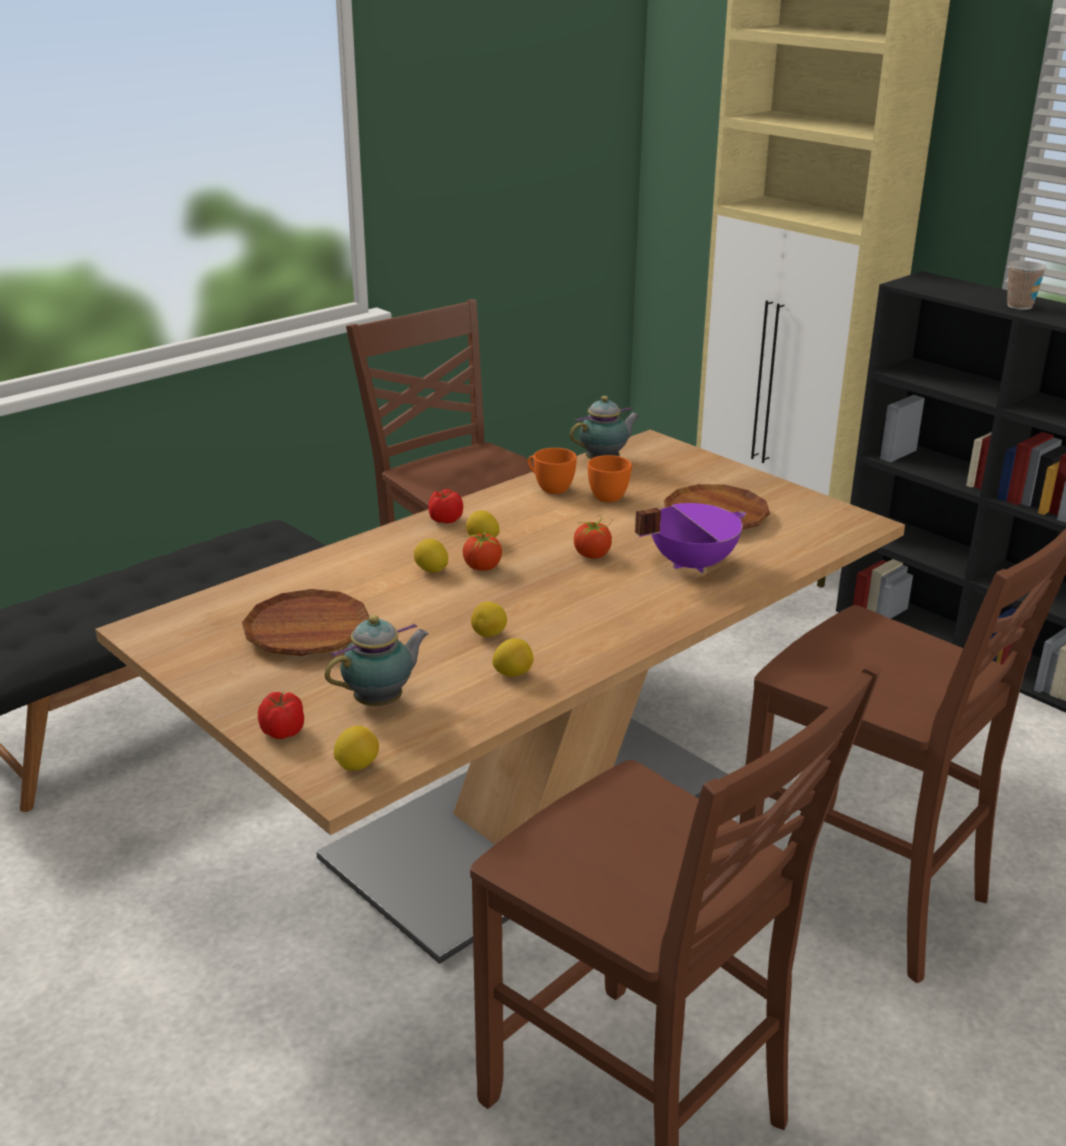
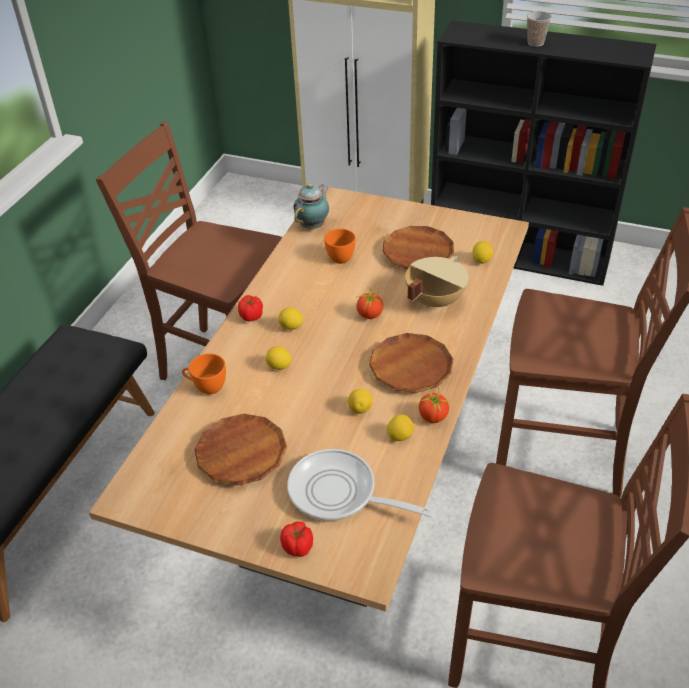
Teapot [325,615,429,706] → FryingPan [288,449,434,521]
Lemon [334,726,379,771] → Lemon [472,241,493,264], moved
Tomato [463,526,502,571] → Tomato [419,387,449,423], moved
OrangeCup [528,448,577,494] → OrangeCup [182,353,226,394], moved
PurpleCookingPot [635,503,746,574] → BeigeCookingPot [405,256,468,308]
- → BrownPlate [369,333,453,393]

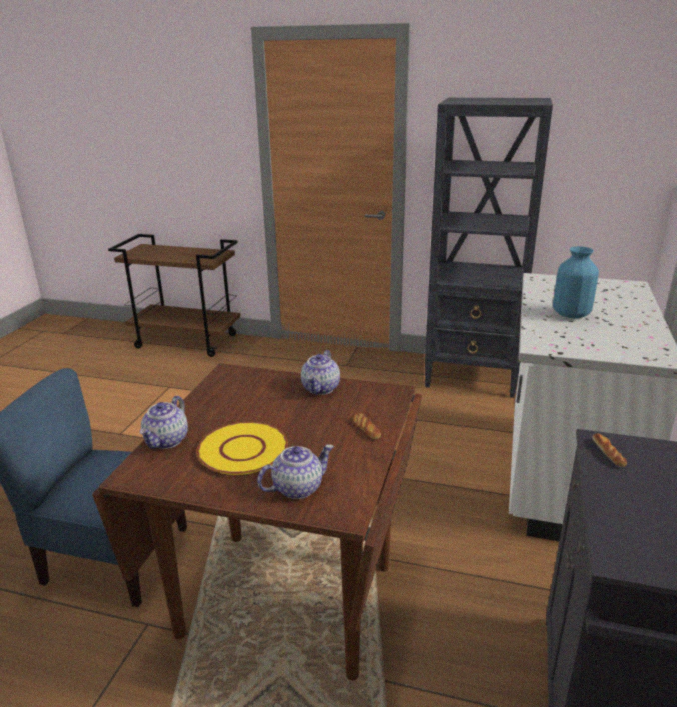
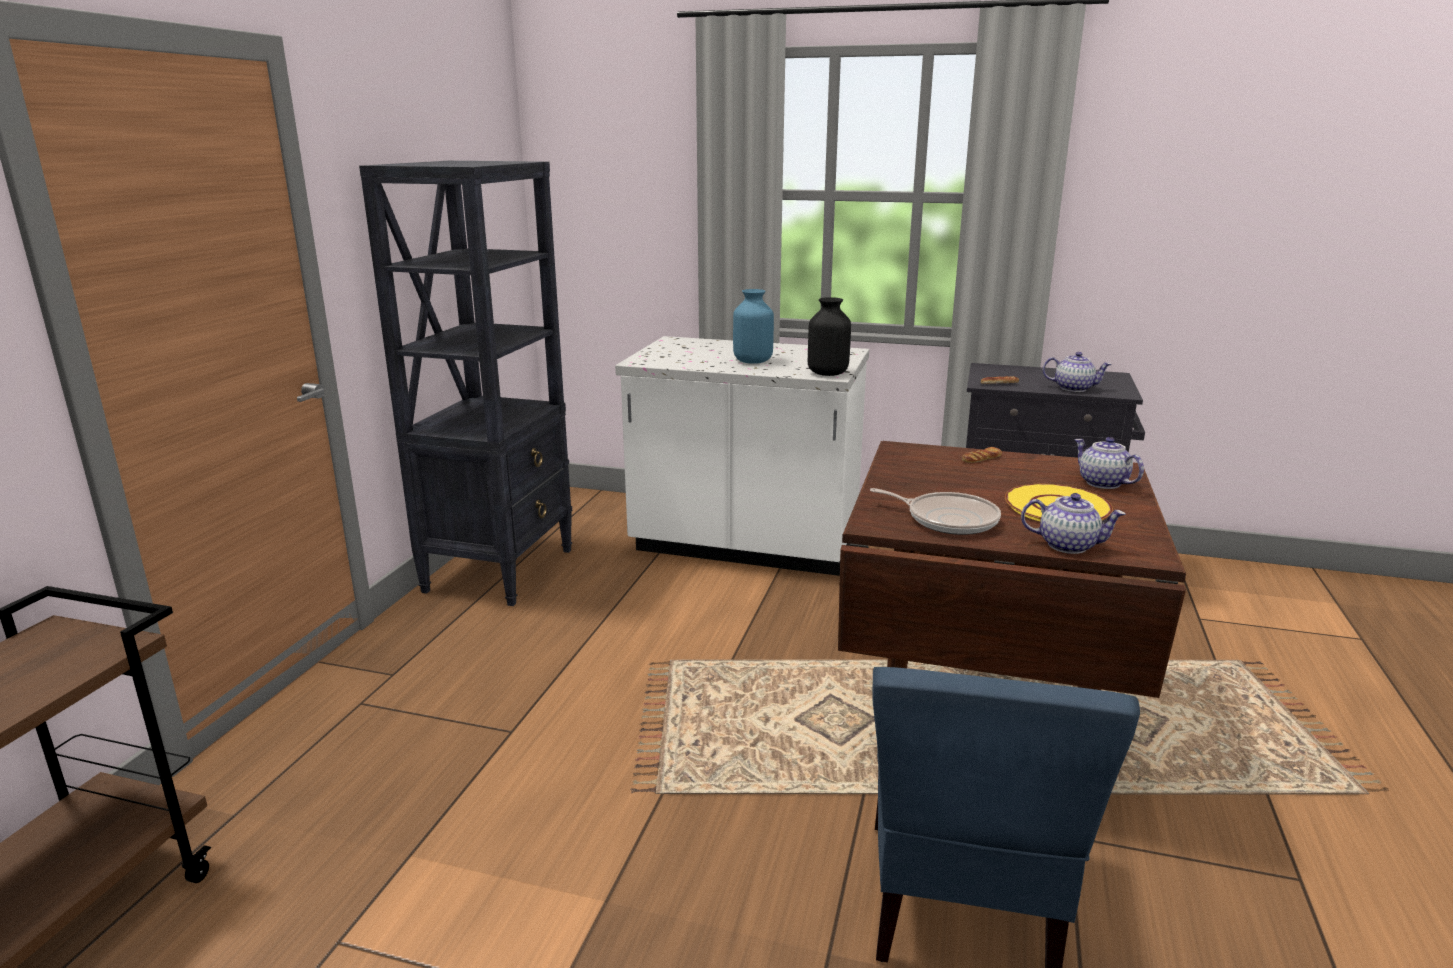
Teapot [301,350,340,395] → Teapot [1042,352,1112,392], moved
- → BlackVase [808,297,851,376]
- → FryingPan [870,488,1001,535]

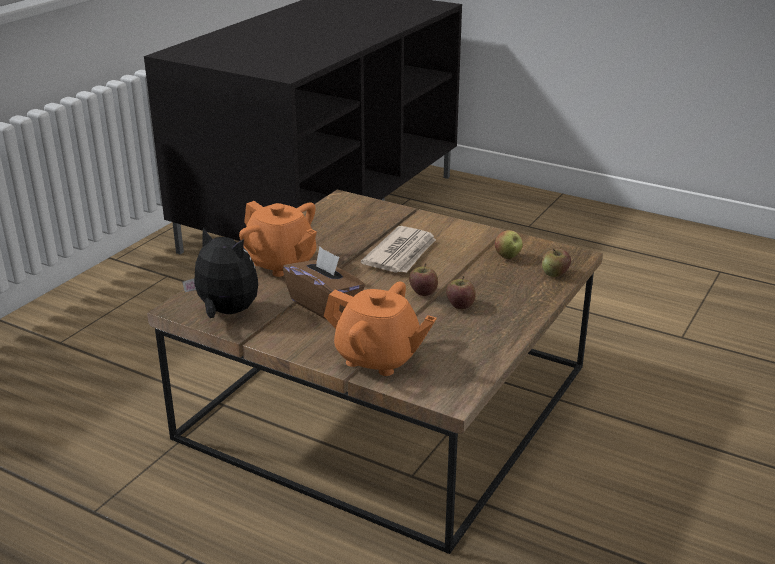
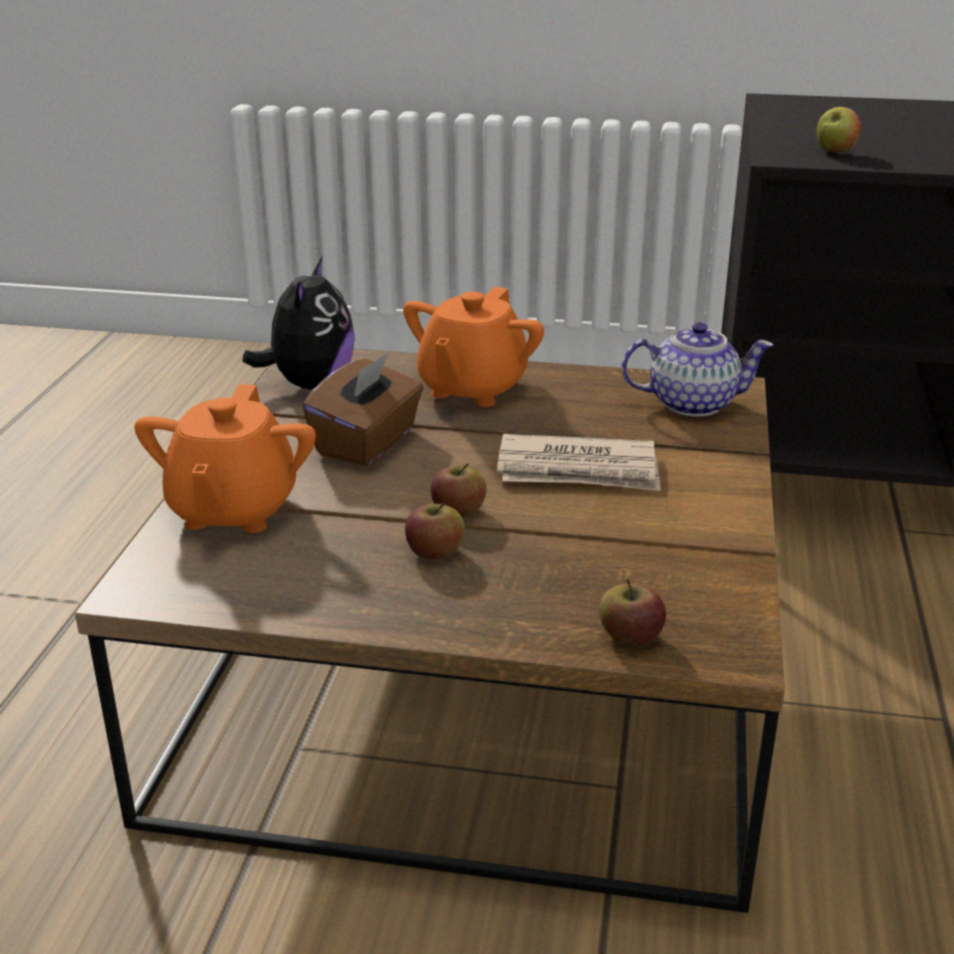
Apple [495,230,523,259] → Apple [817,107,861,152], moved
- → Teapot [622,322,774,417]

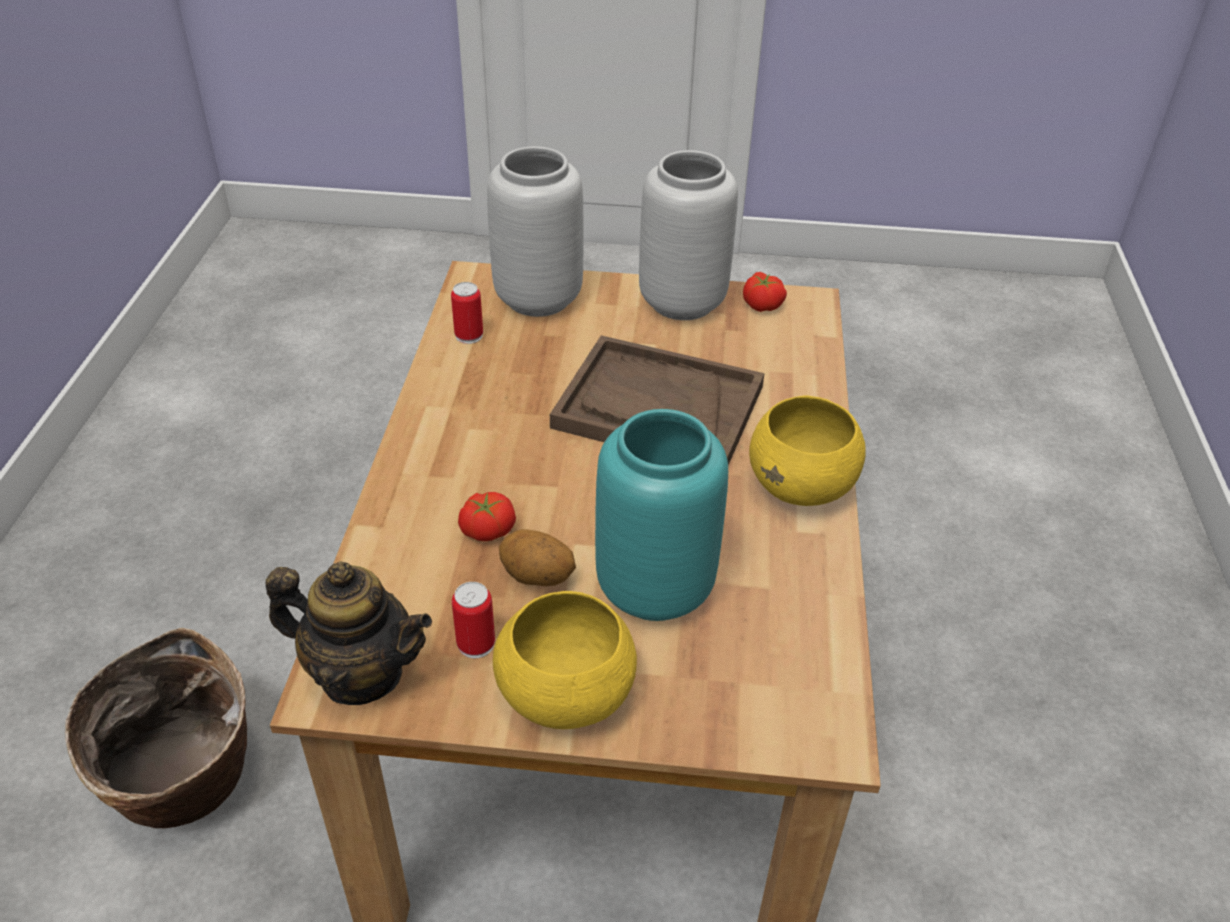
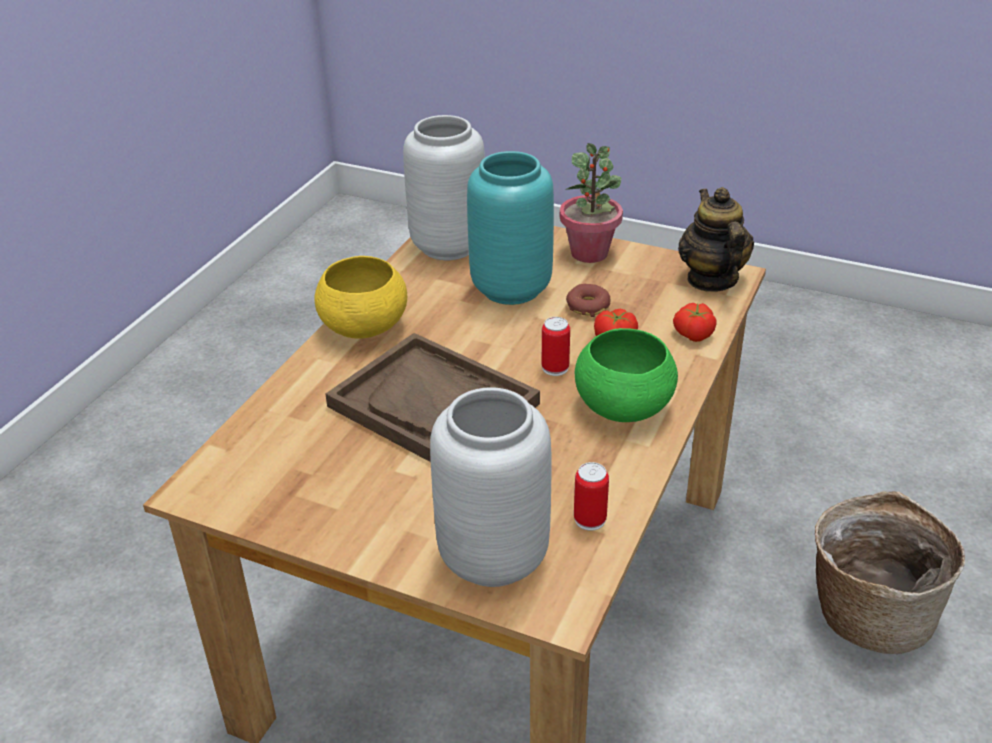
Teapot [266,561,432,705] → Teapot [678,187,754,292], 45 degrees clockwise
Can [452,582,495,658] → Can [542,317,570,376], moved
YellowBowl [493,591,637,729] → PottedPlant [560,143,623,263]
Potato [499,529,576,586] → Donut [566,284,610,317]
GreyVase [639,150,738,320] → GreyVase [403,115,485,260], moved
Tomato [743,272,787,312] → Tomato [673,303,717,342], moved
- → GreenBowl [575,328,678,422]

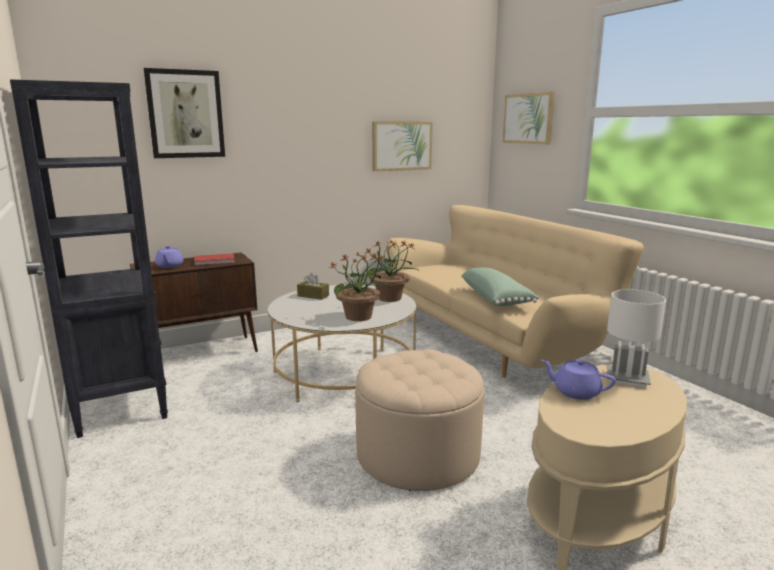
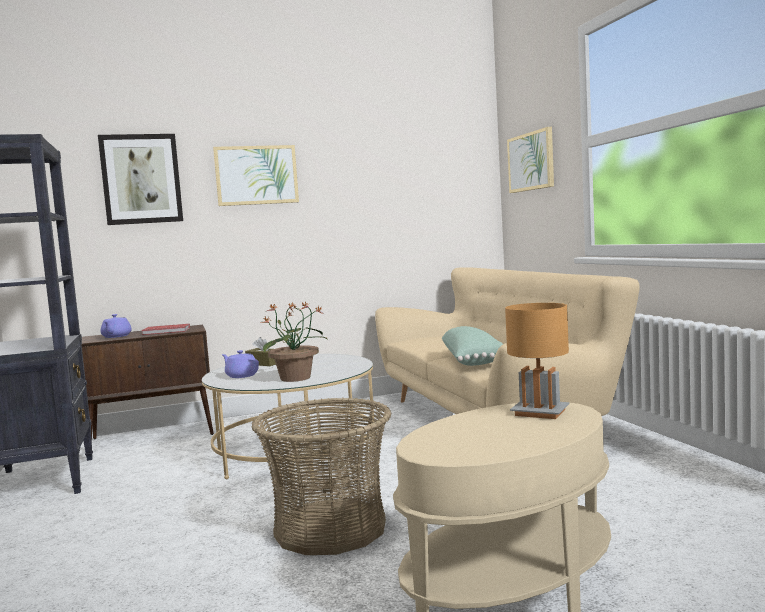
BeigeOttoman [355,349,484,491] → Basket [252,398,391,555]
PottedPlant [366,240,419,302] → -
Picture [372,121,433,172] → Picture [213,145,299,206], moved
PurpleTeapot [541,359,616,400] → PurpleTeapot [222,350,259,378], moved
WhiteTableLamp [607,289,666,388] → BrownTableLamp [505,303,570,419]

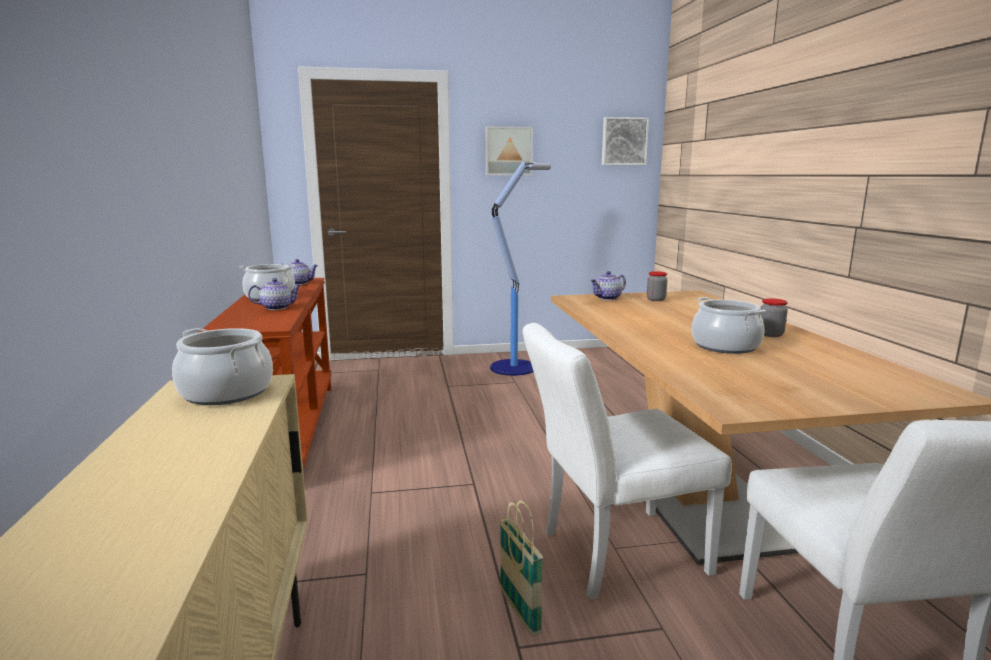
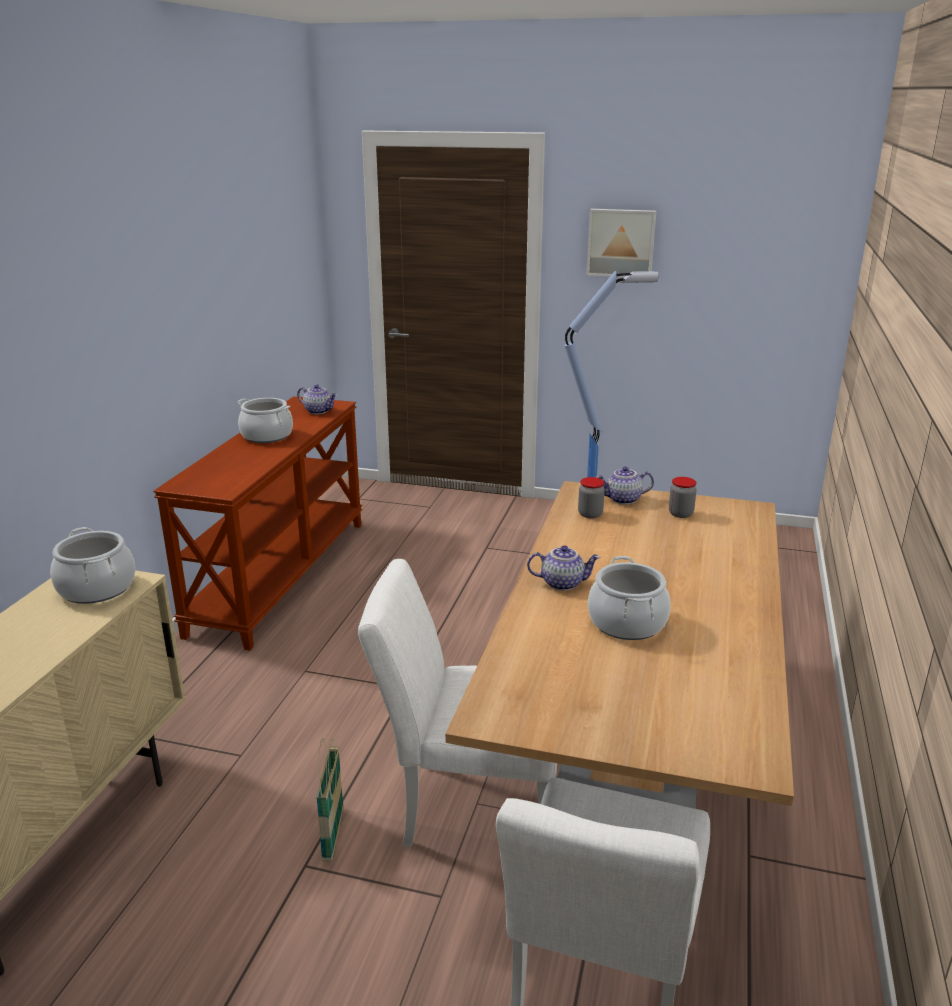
Teapot [248,278,302,310] → Teapot [527,545,601,591], moved
Picture [602,117,649,165] → -
Jar [760,298,788,337] → Jar [578,477,605,518], moved

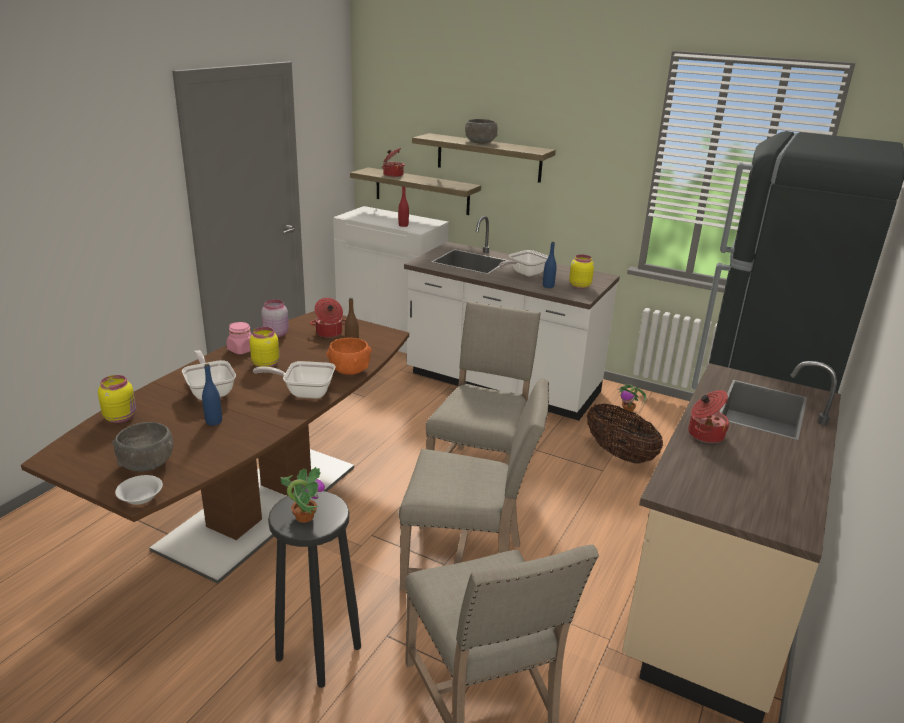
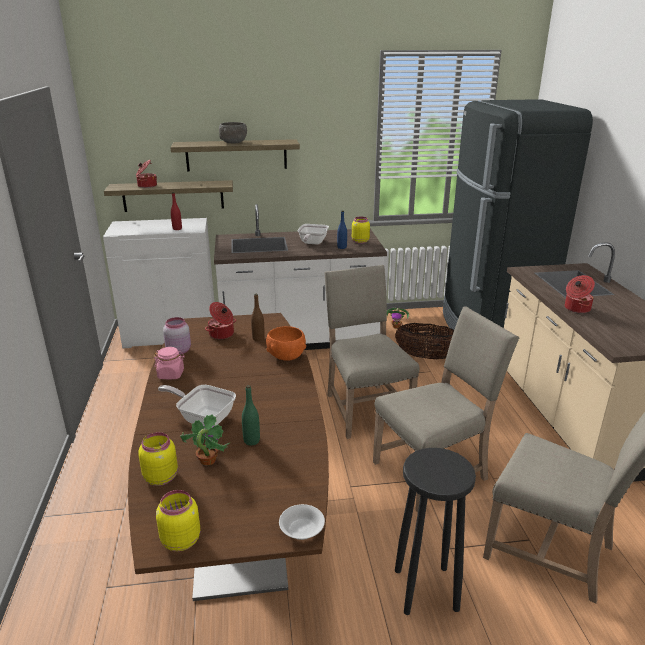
GreyBowl [112,422,173,471] → -
BlueBottle [202,364,222,426] → GreenBottle [242,385,260,445]
YellowJar [250,327,280,367] → YellowJar [156,490,200,552], moved
FryingPan [253,361,335,399] → -
PottedPlant [281,467,325,523] → PottedPlant [180,414,229,465], moved

